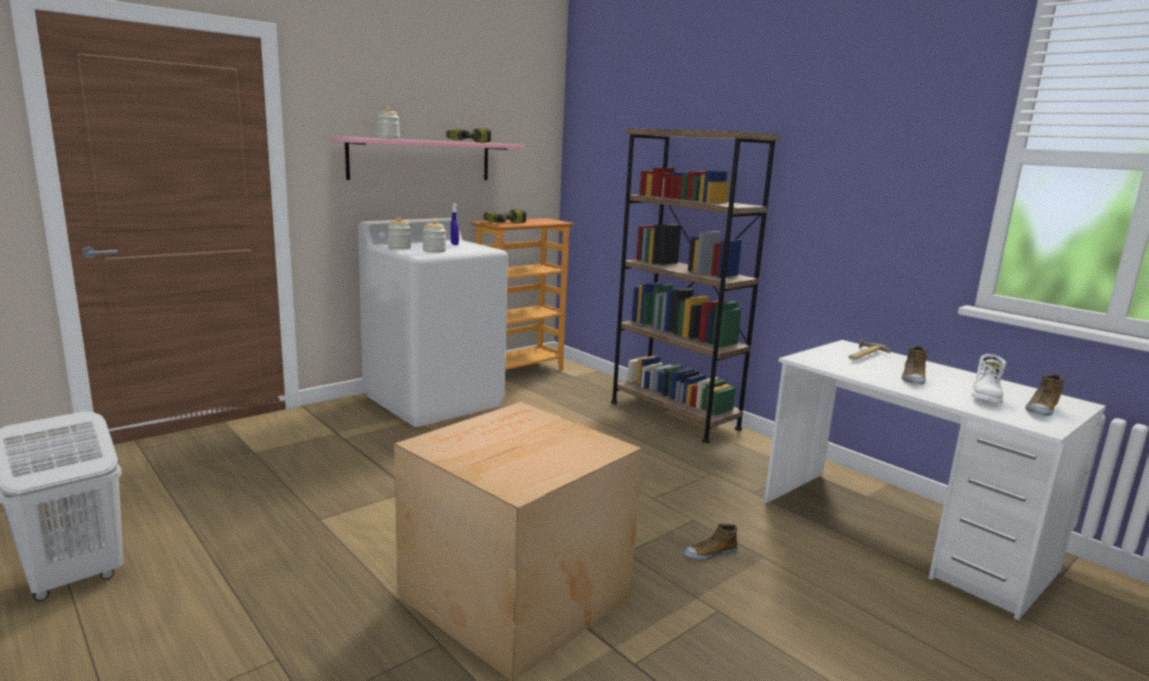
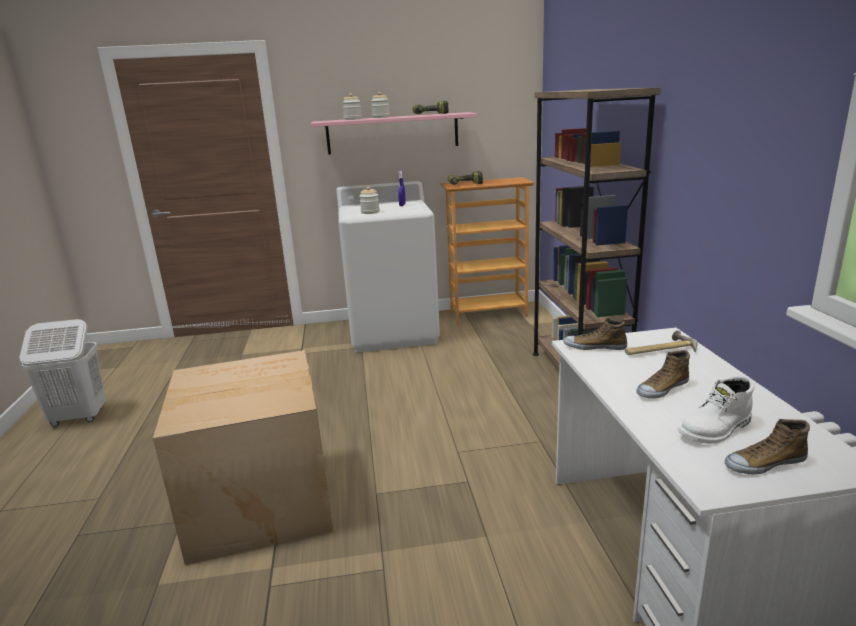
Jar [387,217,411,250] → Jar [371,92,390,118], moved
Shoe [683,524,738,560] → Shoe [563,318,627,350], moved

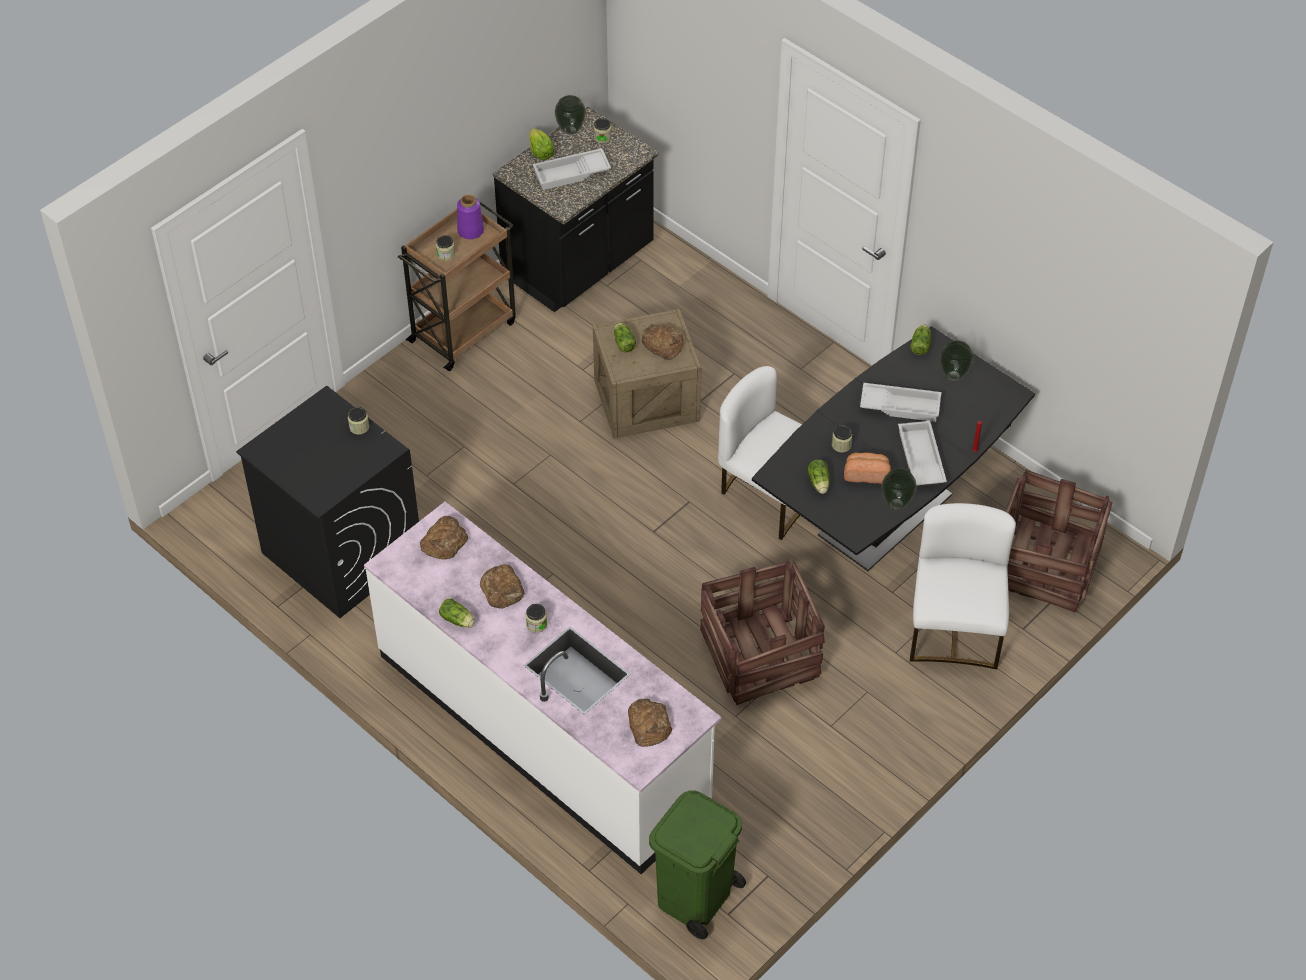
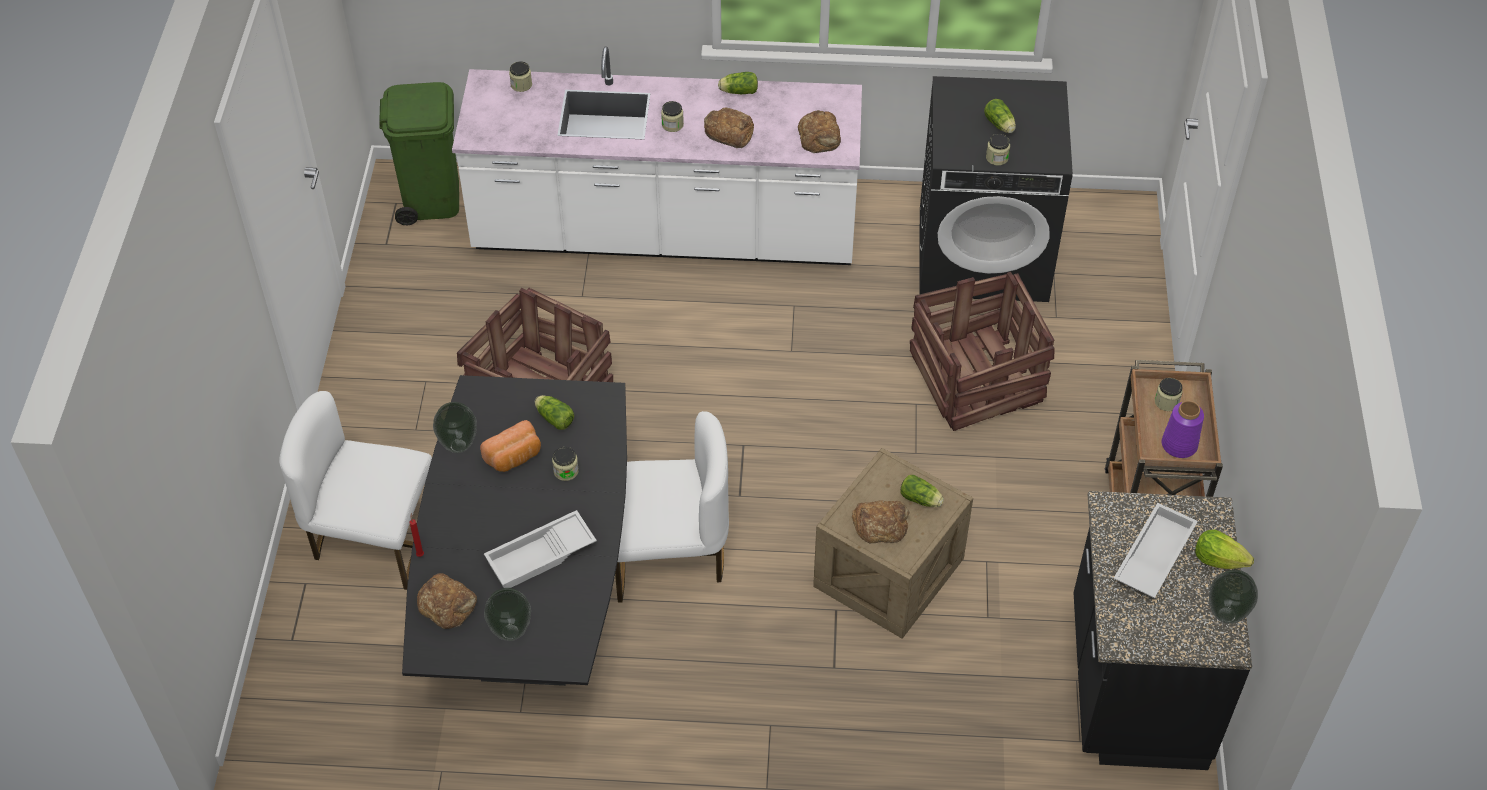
Jar [593,118,612,143] → Jar [509,61,532,92], moved
Bread [628,698,672,747] → Bread [417,573,477,629], moved
WhiteTray [898,421,947,485] → -
Lettuce [910,324,931,355] → Lettuce [984,99,1016,133], moved
WhiteChair [910,503,1016,669] → WhiteChair [279,391,432,590], 135 degrees clockwise
Crate [1005,470,1112,613] → Crate [910,272,1055,431], moved

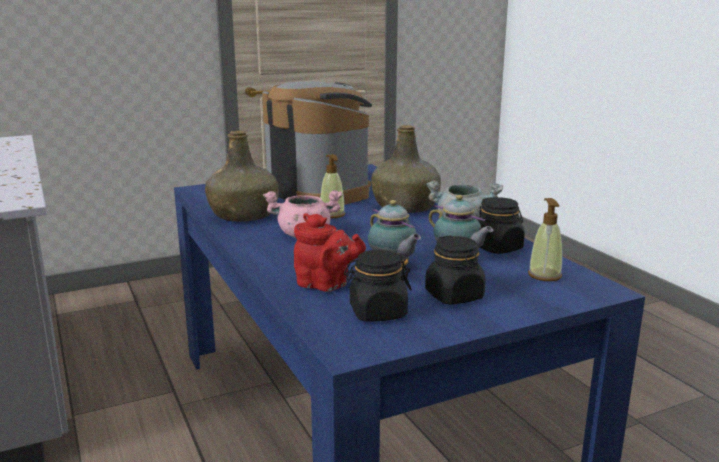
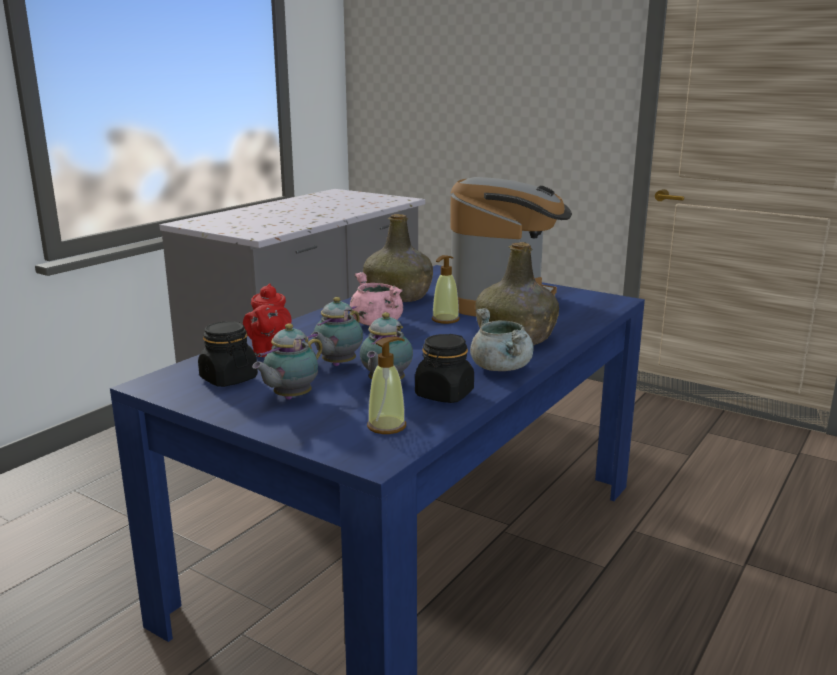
BlackJar [425,236,486,305] → Teapot [252,323,323,400]

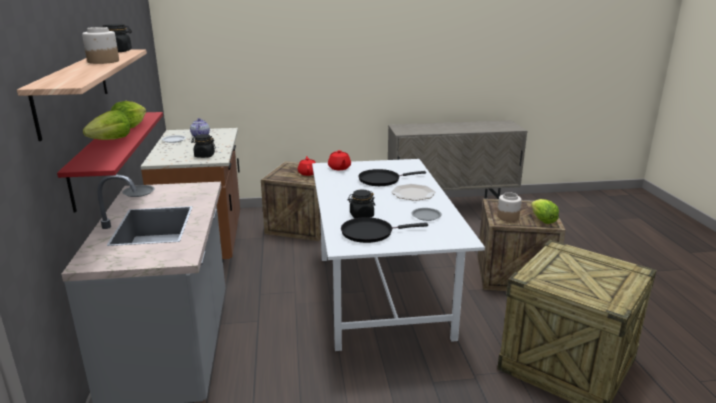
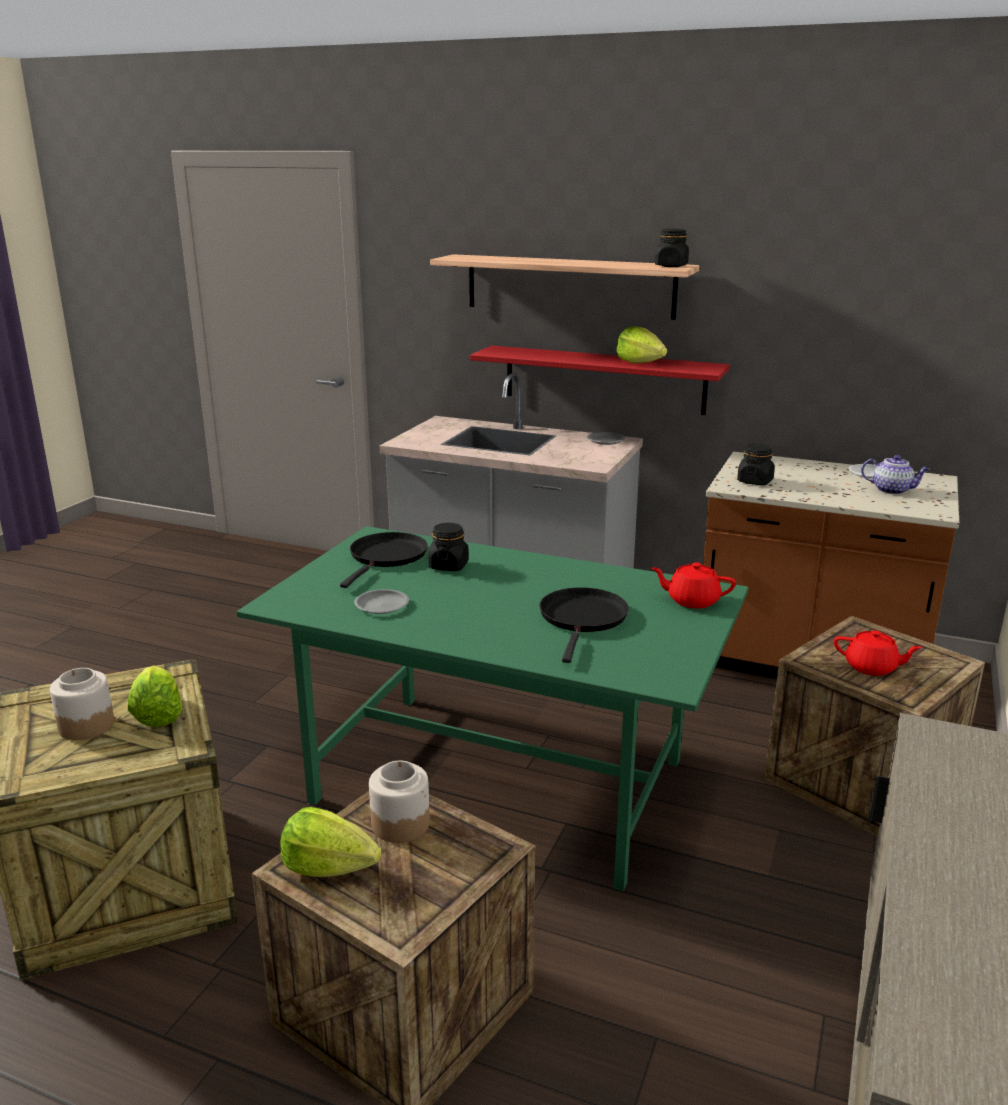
Jar [82,27,119,64] → Jar [50,668,114,740], moved
Lettuce [83,110,130,140] → Lettuce [128,666,182,727], moved
WhiteDiningTable [312,159,485,351] → GreenDiningTable [236,526,748,891]
Plate [391,184,435,201] → -

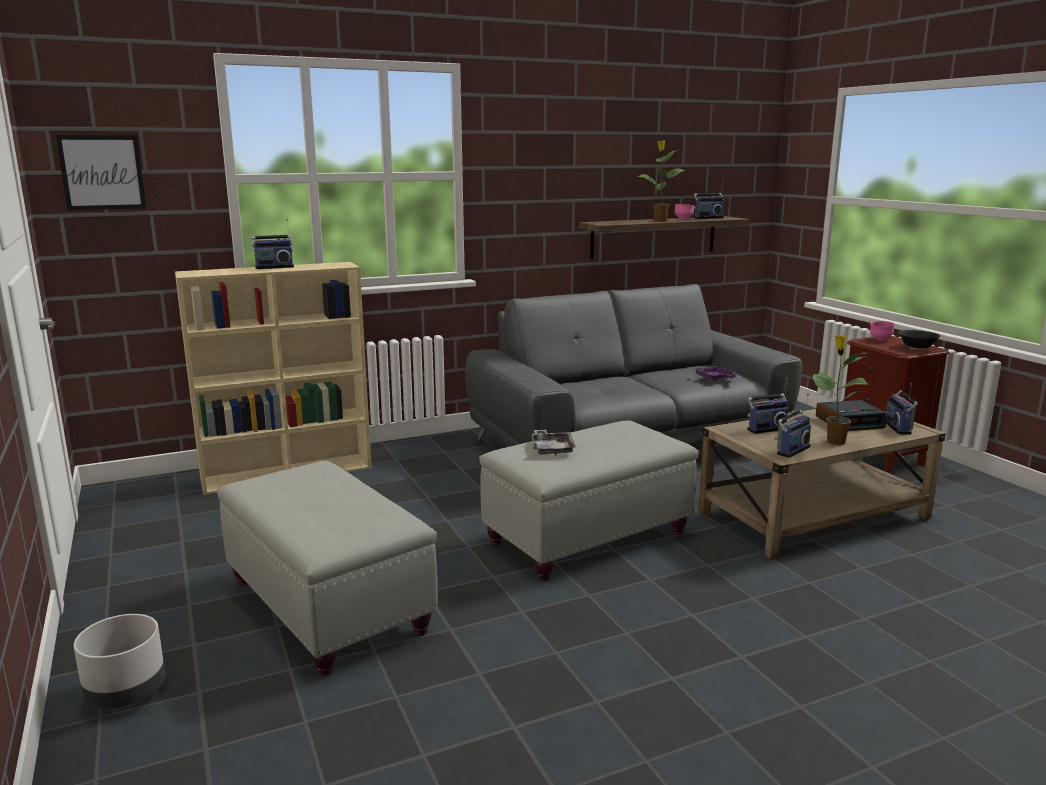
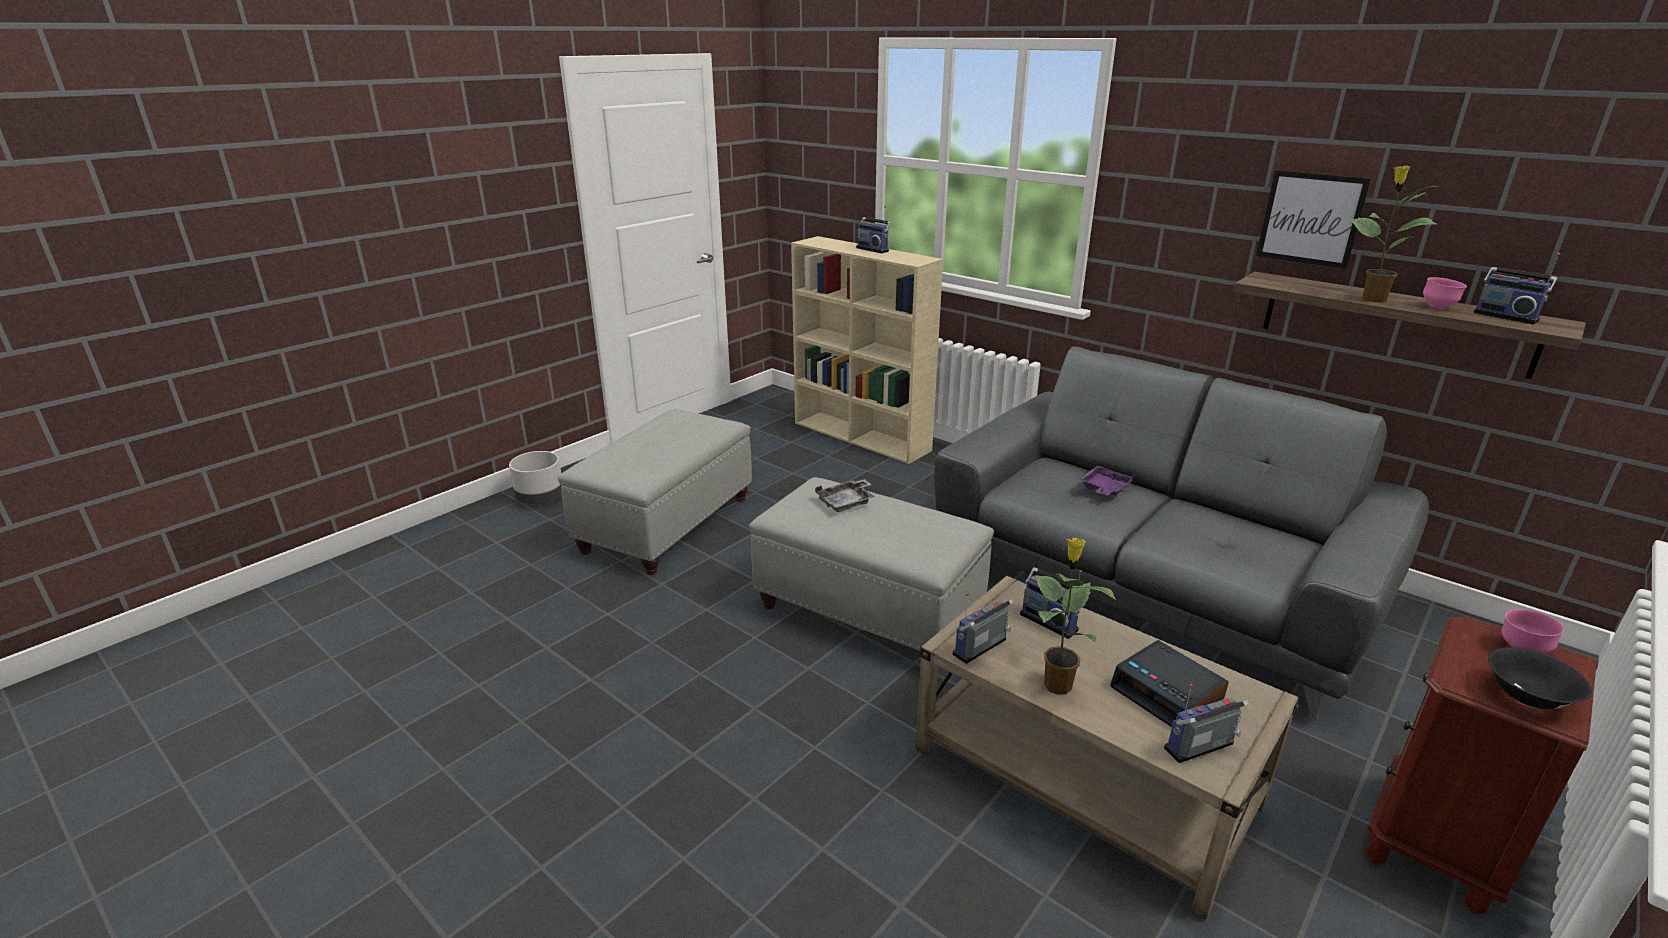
Picture [56,135,146,210] → Picture [1256,170,1371,269], moved
PurpleTray [694,363,740,381] → PurpleTray [1079,465,1135,496], moved
Radio [775,393,811,458] → Radio [952,593,1013,664], 120 degrees clockwise

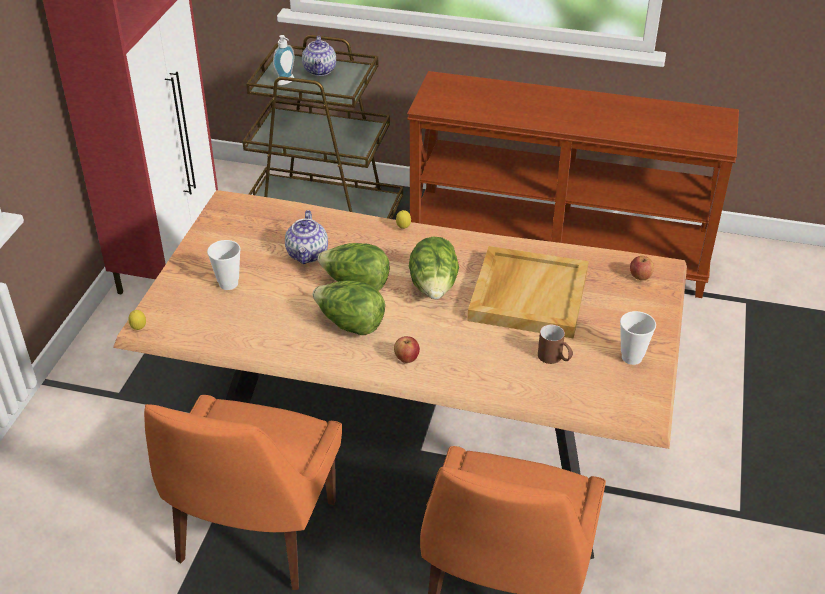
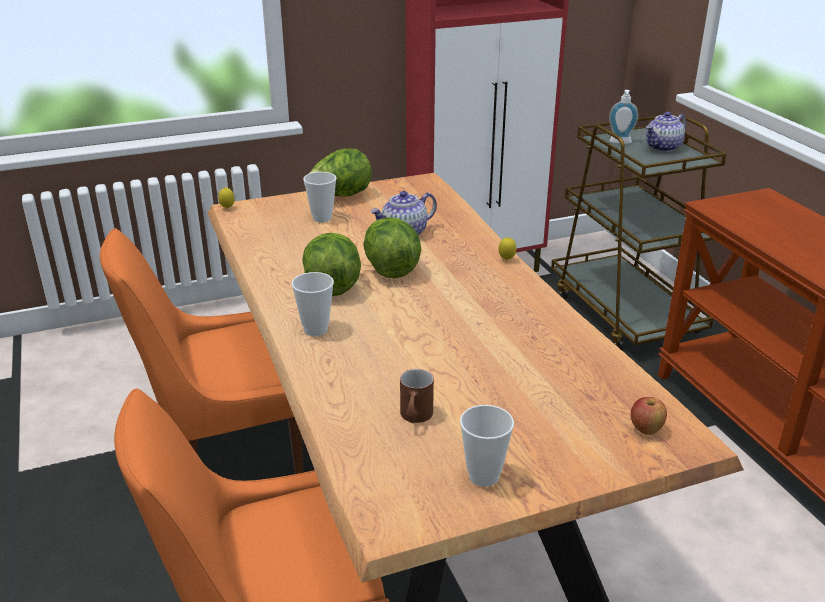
Apple [394,336,420,363] → Cup [292,272,334,336]
Lettuce [409,237,459,299] → Lettuce [304,148,372,197], moved
BeigeTray [467,246,589,339] → -

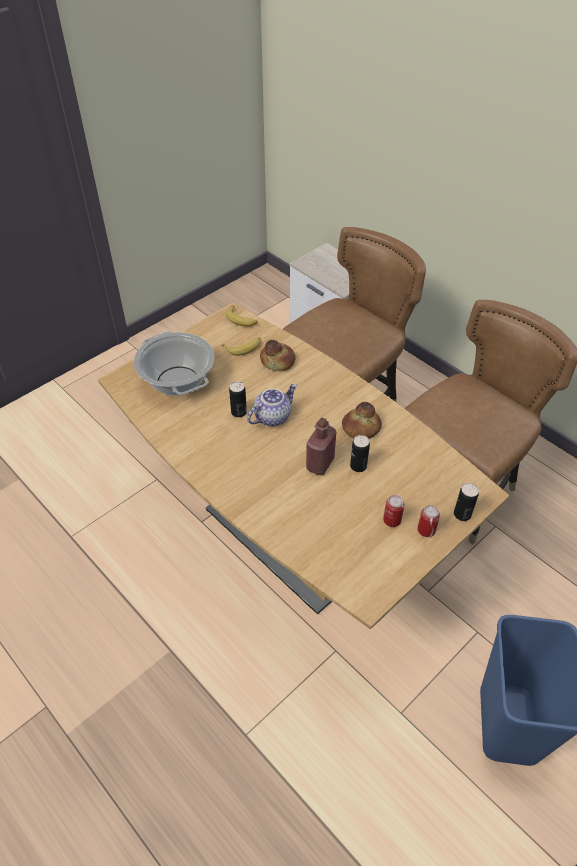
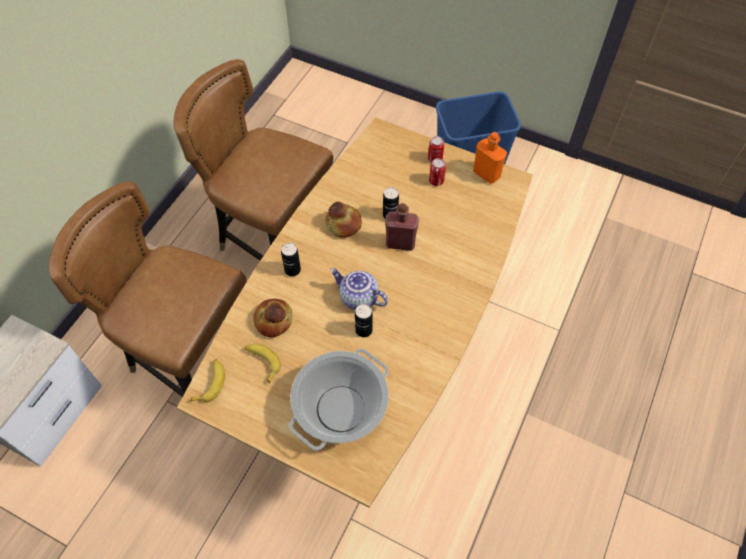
Can [454,483,479,521] → Can [281,243,301,276], moved
- → OrangeBottle [473,132,507,184]

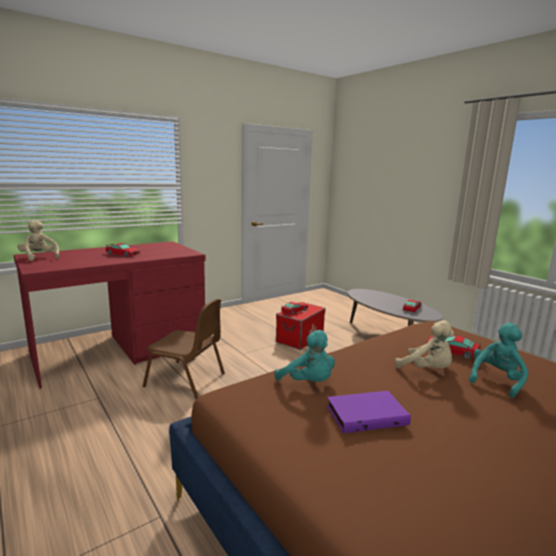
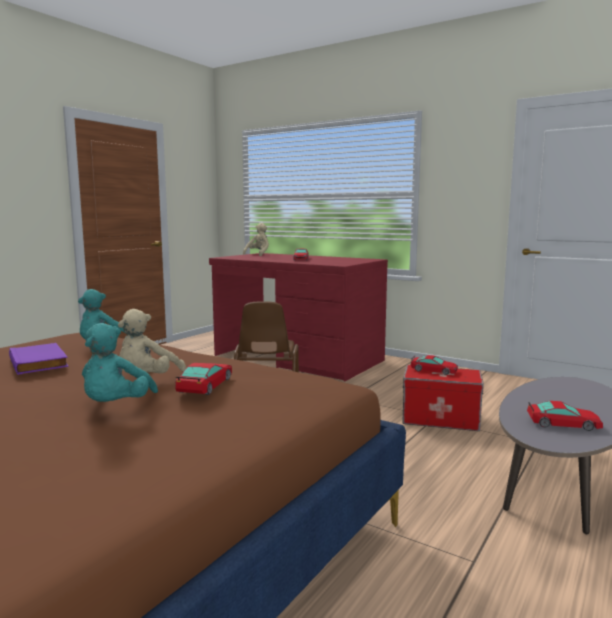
TurquoisePlushToy [469,323,528,398] → TurquoisePlushToy [82,323,158,402], 75 degrees clockwise

